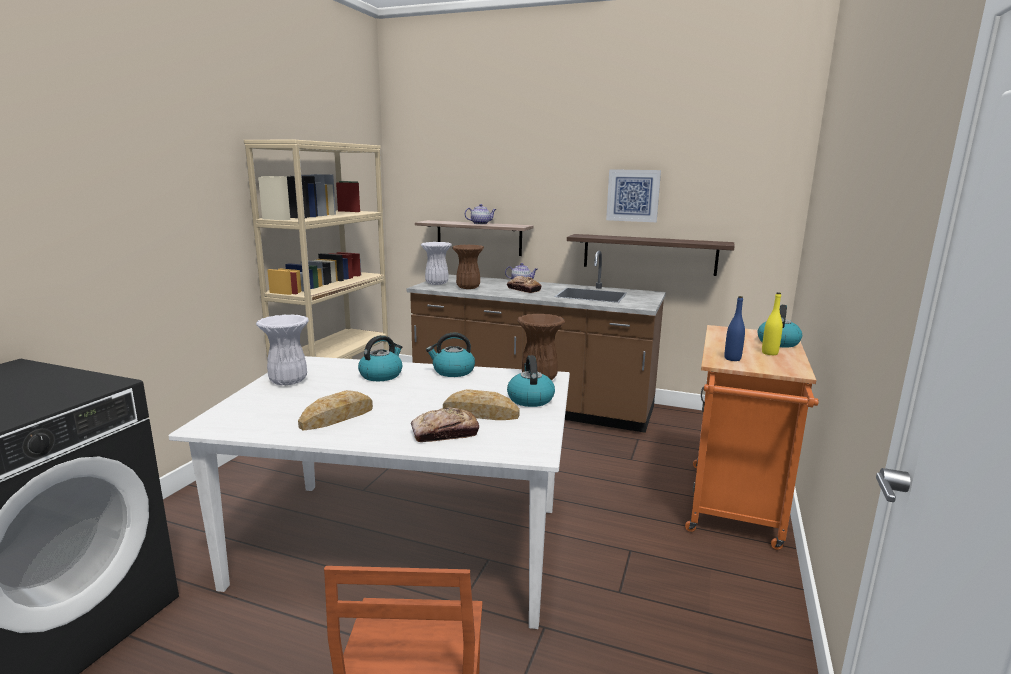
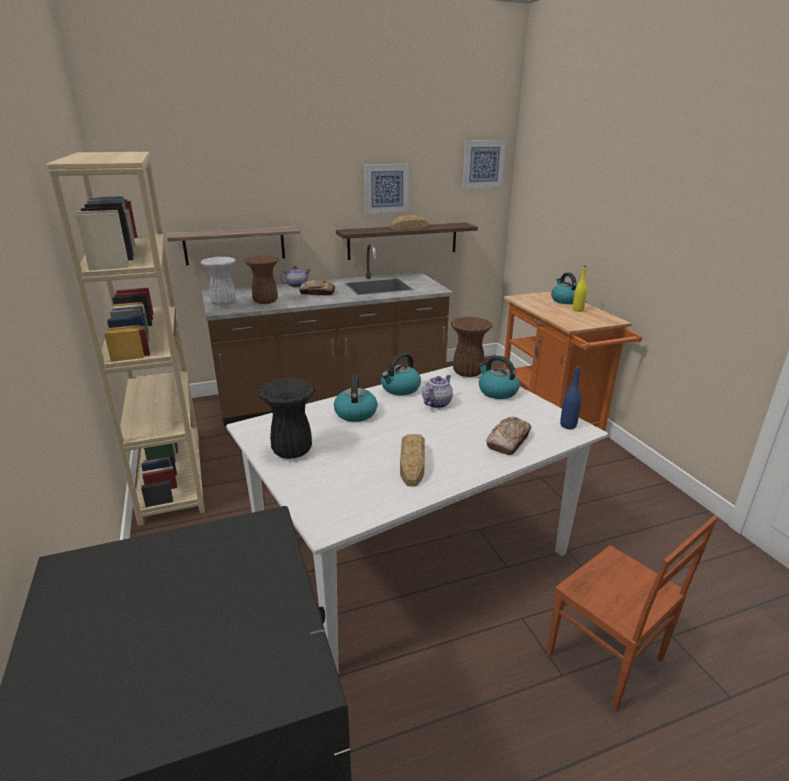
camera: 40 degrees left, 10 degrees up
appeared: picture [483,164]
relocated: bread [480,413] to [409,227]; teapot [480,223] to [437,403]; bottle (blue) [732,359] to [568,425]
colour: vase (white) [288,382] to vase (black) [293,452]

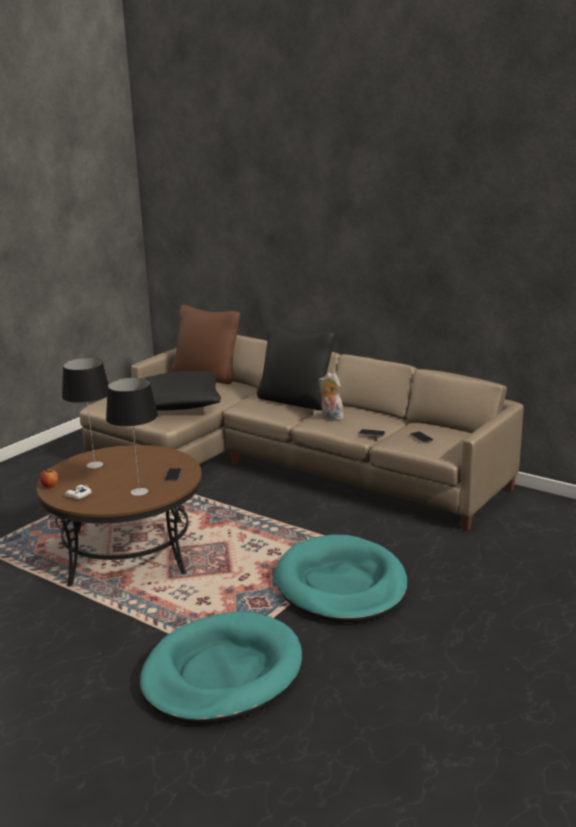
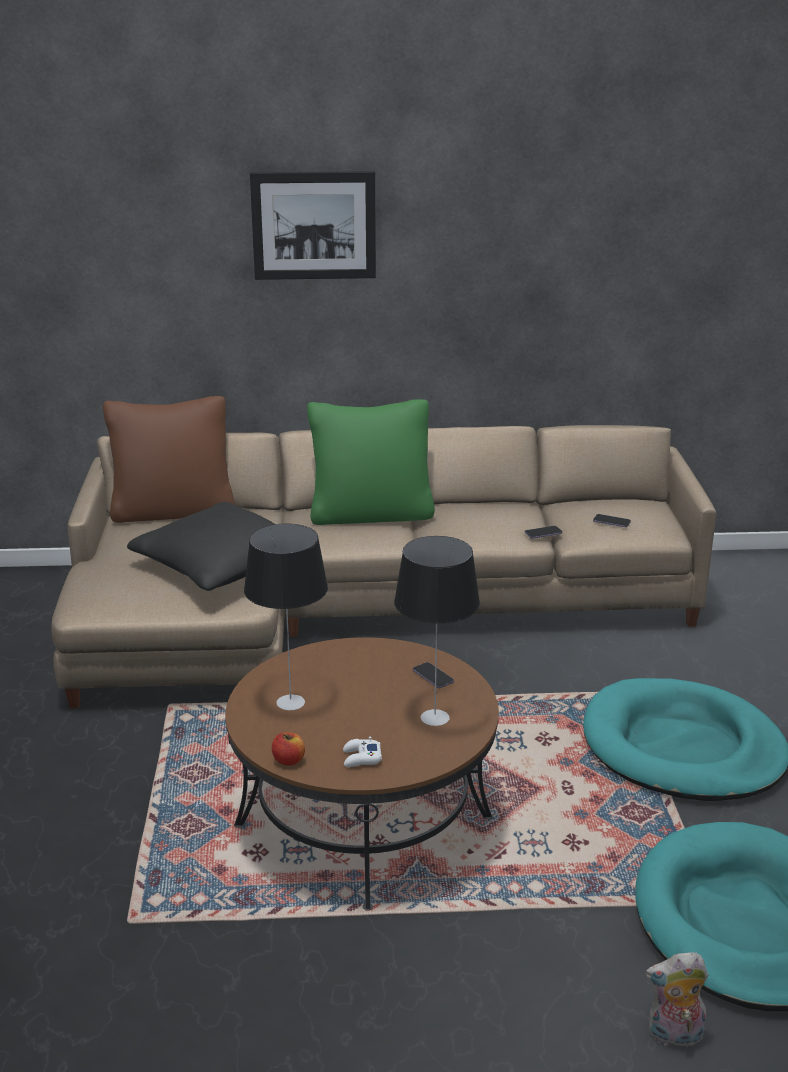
camera: 40 degrees left, 5 degrees up
appeared: picture [314,225]
relocated: plush toy [330,417] to [674,1036]
colour: pillow (black) [296,401] to pillow (green) [371,514]

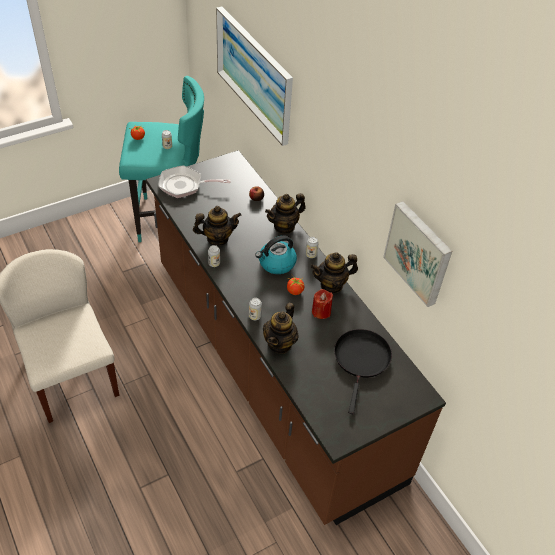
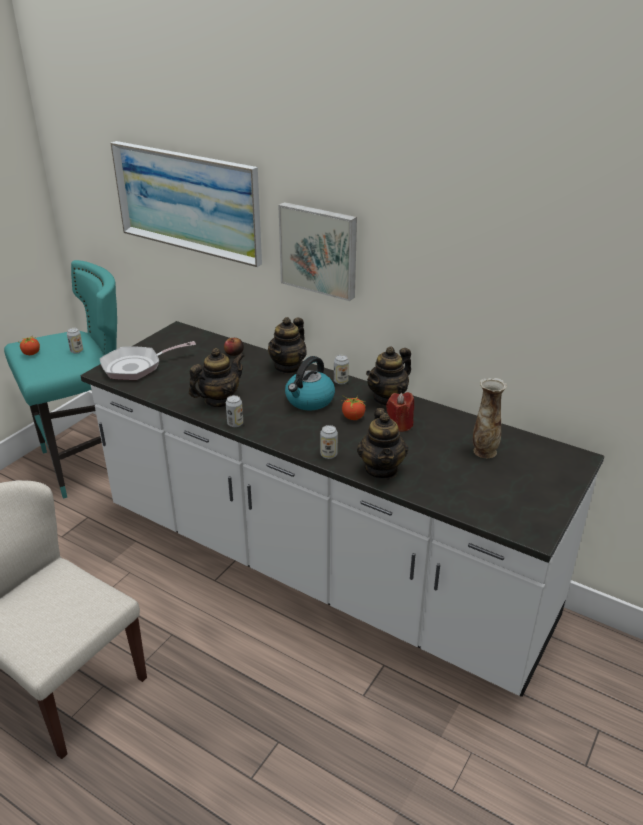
camera: 25 degrees left, 15 degrees down
relocated: picture [419,252] to [319,250]
exchanged: frying pan (black) [361,360] to vase [484,451]
colour: counter (brown) [271,368] to counter (white) [321,565]

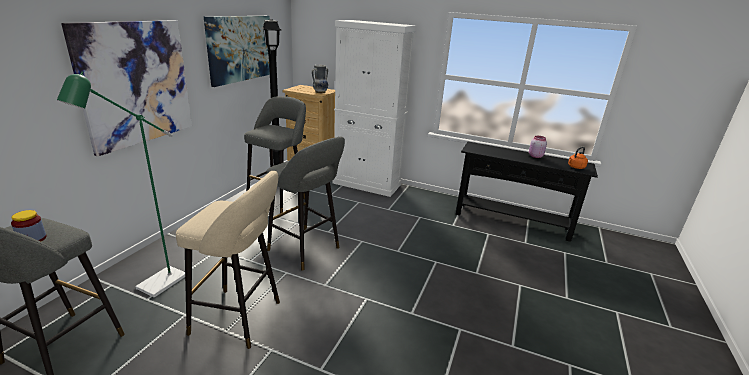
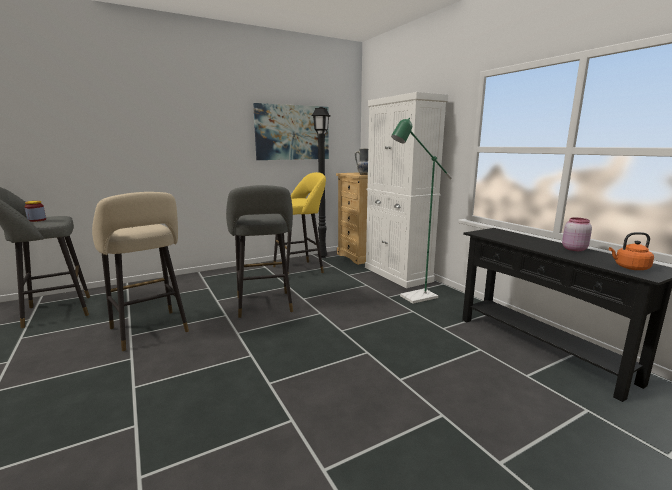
camera: 40 degrees right, 10 degrees down
missing: picture [136,83]
relocated: floor lamp (green) [155,286] to [413,298]
colour: stool (grey) [279,200] to stool (yellow) [301,269]

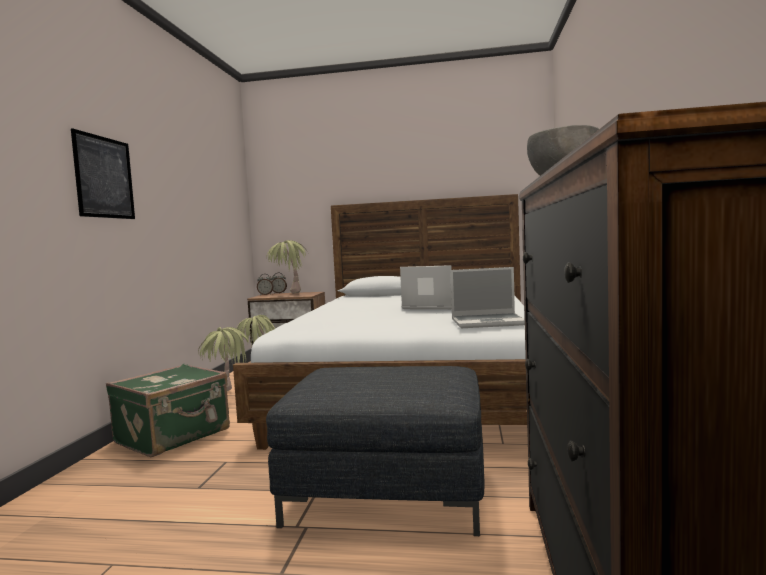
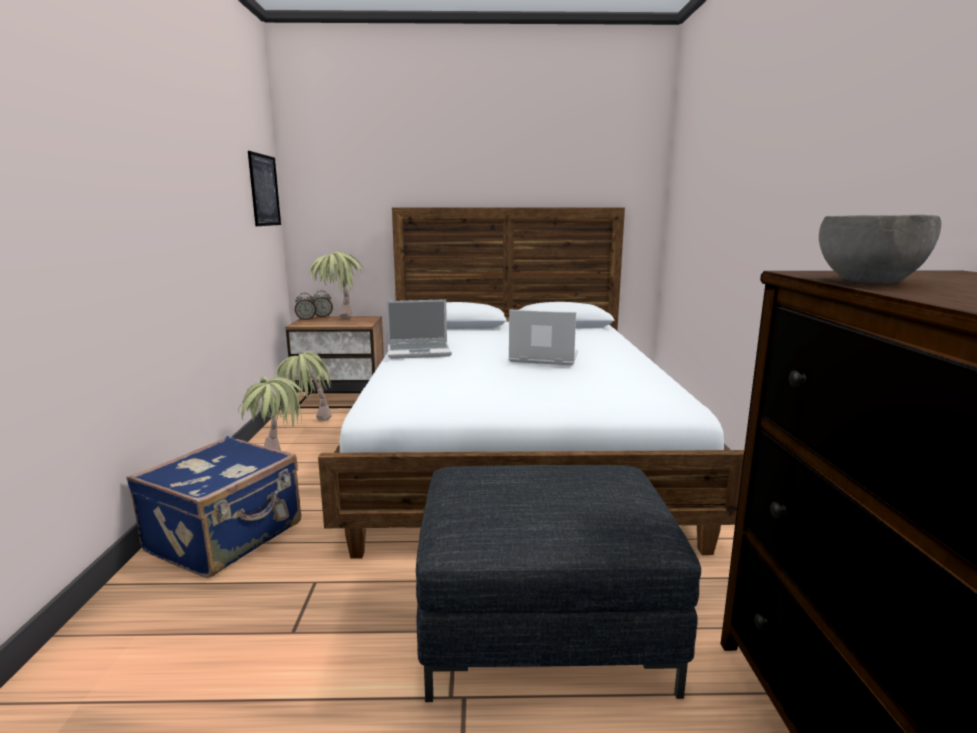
camera: 10 degrees left, 10 degrees up
relocated: picture [104,177] to [264,190]; laptop [488,322] to [419,352]
colour: suitcase (green) [174,436] to suitcase (blue) [227,537]

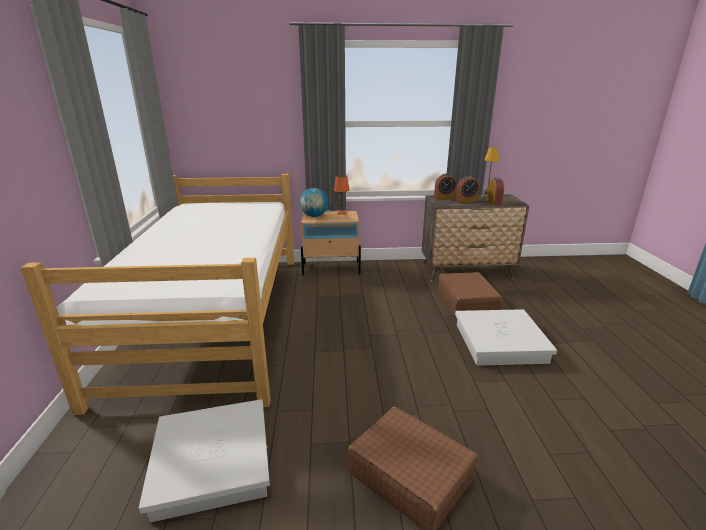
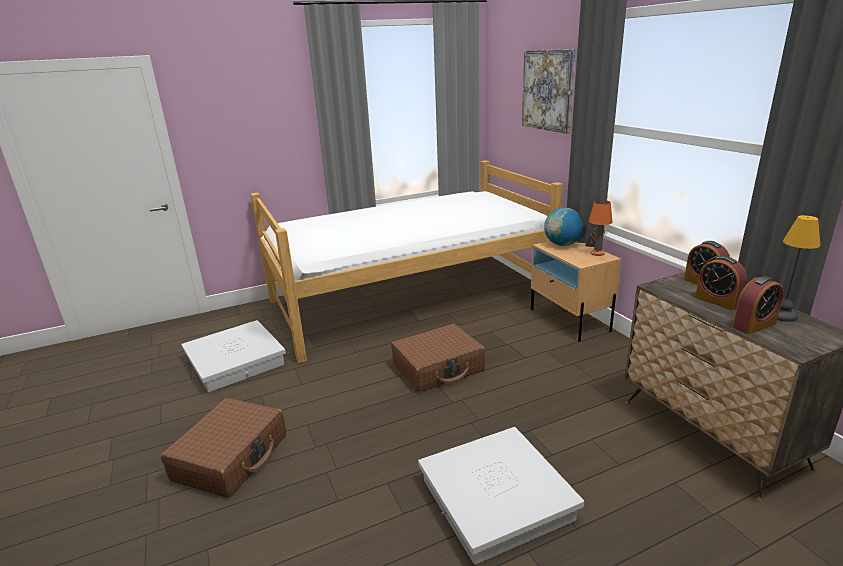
camera: 70 degrees right, 0 degrees up
appeared: picture [548,90]
relocated: suitcase (brown) [466,302] to [438,367]

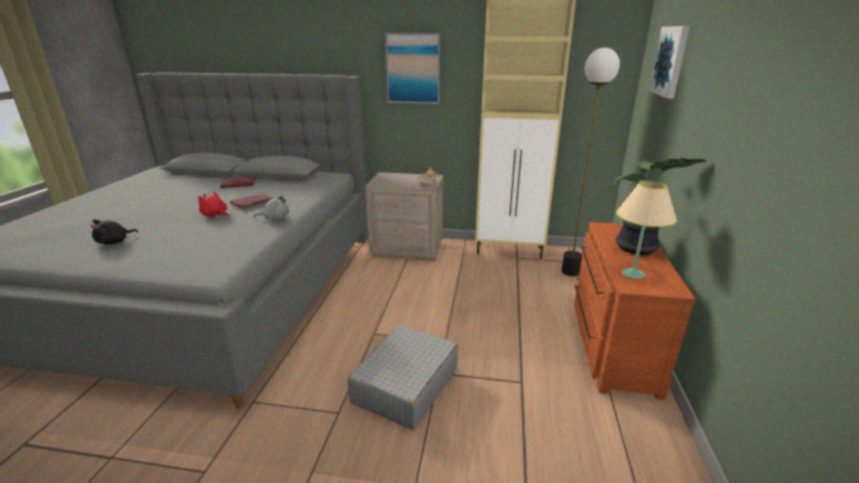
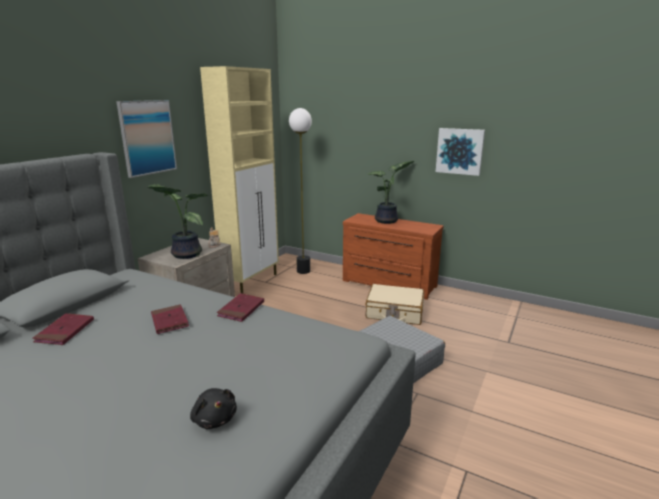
camera: 70 degrees left, 5 degrees down
missing: plush toy (red) [215,215]; table lamp (beige) [633,274]
appeared: potted plant [184,254]; suitcase (beige) [394,312]
relocated: picture [670,61] to [459,151]
exchanged: plush toy (grey) [275,218] to book (red) [241,309]

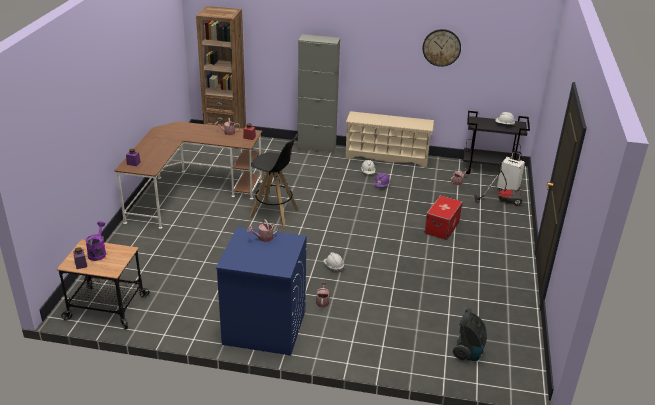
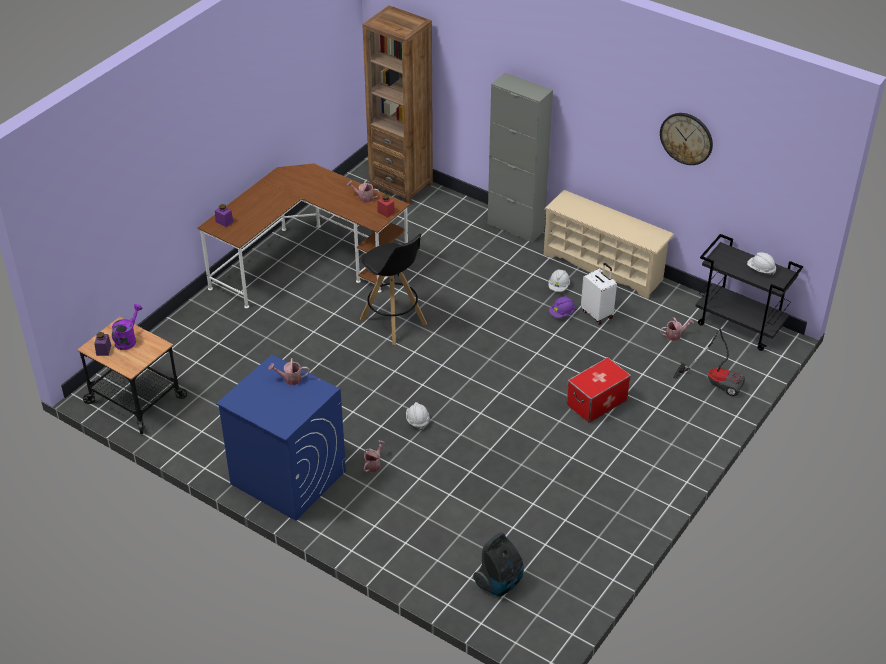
camera: 25 degrees right, 10 degrees up
relocated: suitcase (white) [508,189] to [597,314]

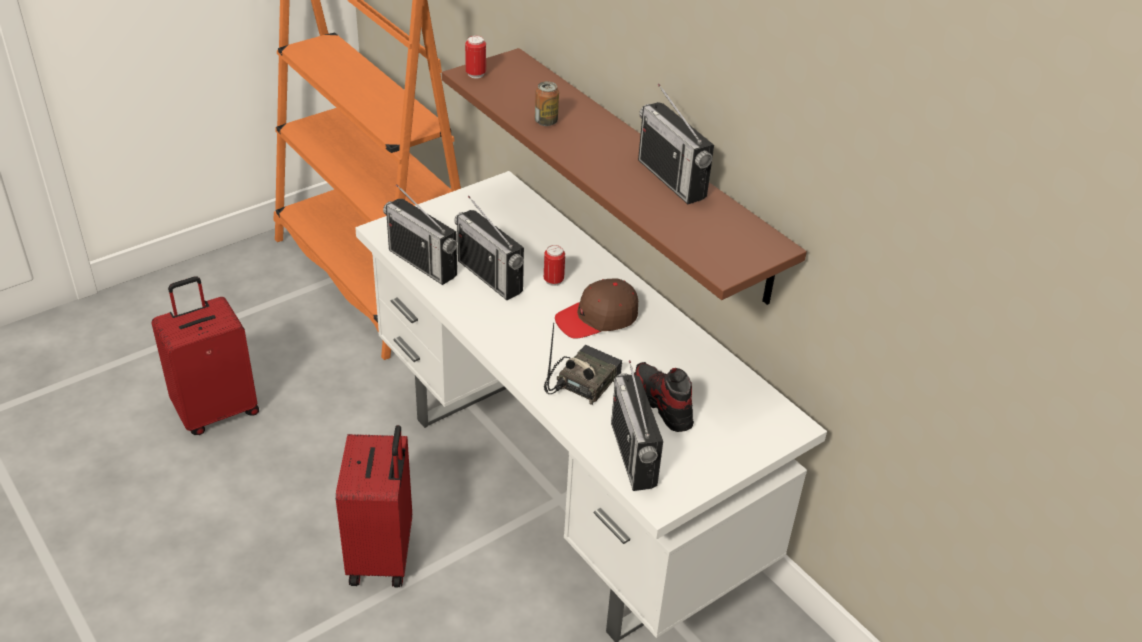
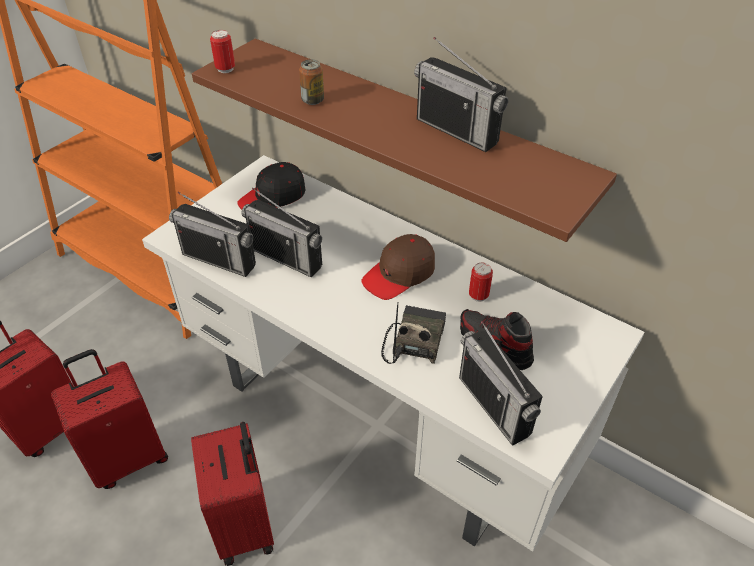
camera: 15 degrees left, 5 degrees up
appeared: suitcase (red) [128,458]; cap (black) [273,197]
relocated: can [553,281] to [478,295]

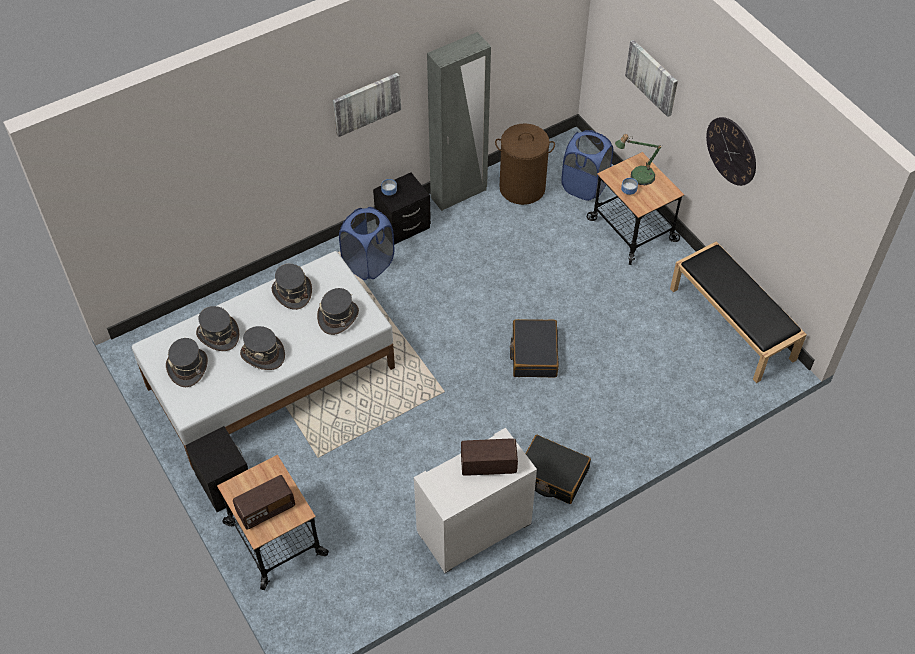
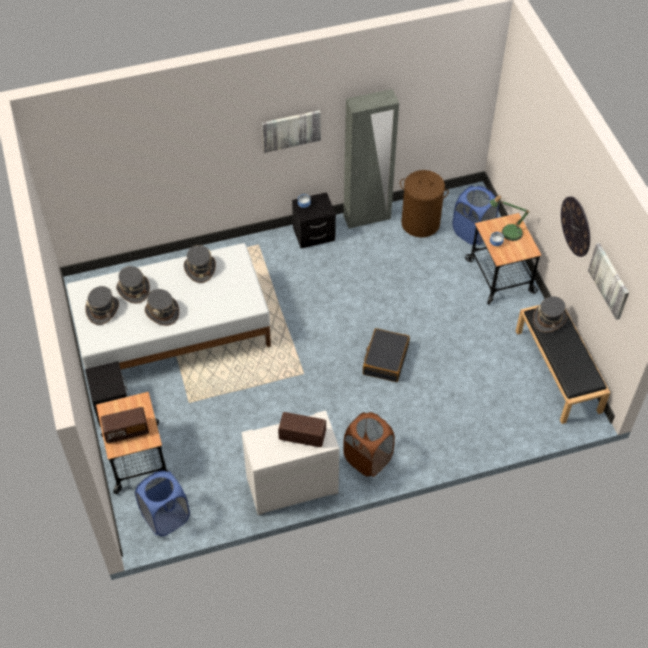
camera: 15 degrees right, 0 degrees up
relocated: laundry basket (blue) [368,264] to [166,517]; hat (grey) [338,317] to [549,319]; picture [652,77] to [609,280]
exchanged: suitcase (black) [552,475] to laundry basket (brown) [368,459]

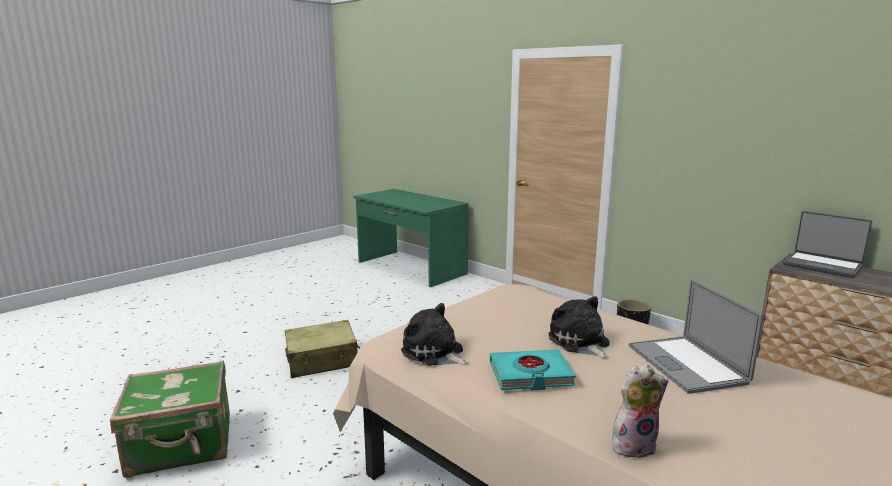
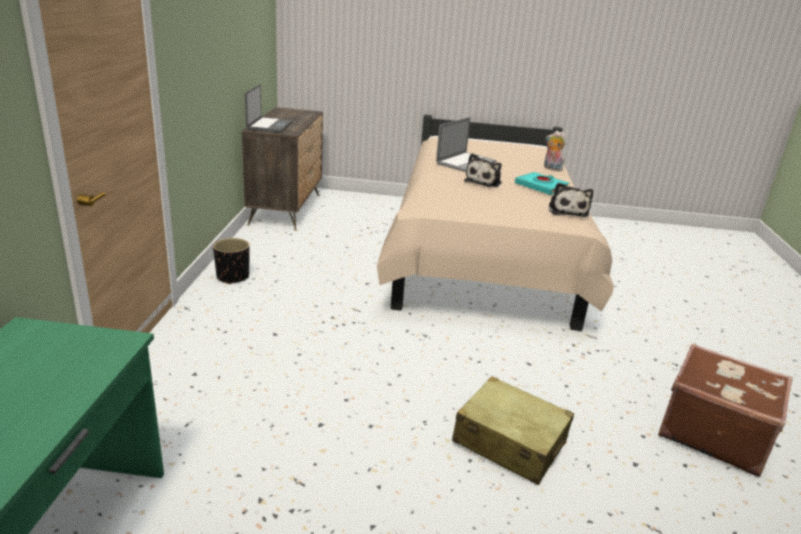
camera: 130 degrees left, 10 degrees up
colour: suitcase (green) [181,446] to suitcase (brown) [713,432]

